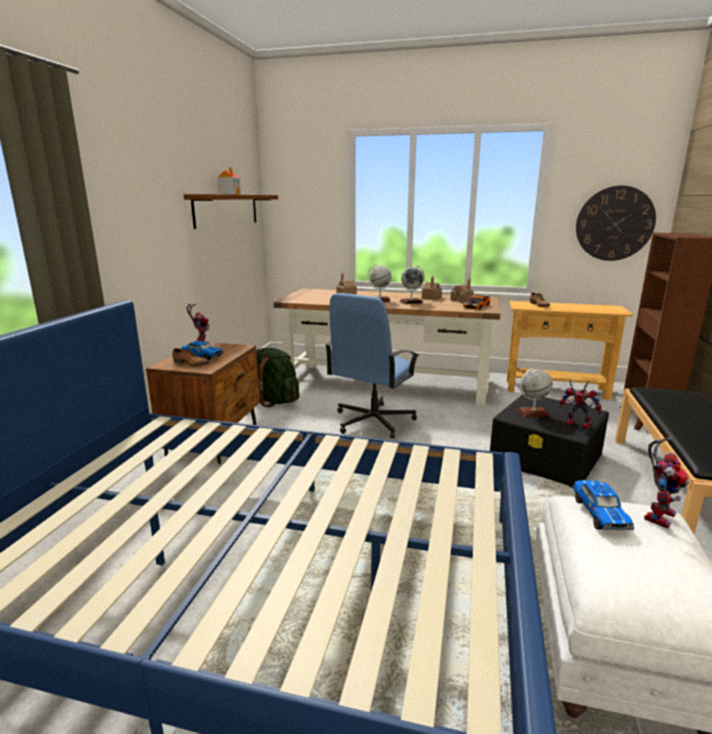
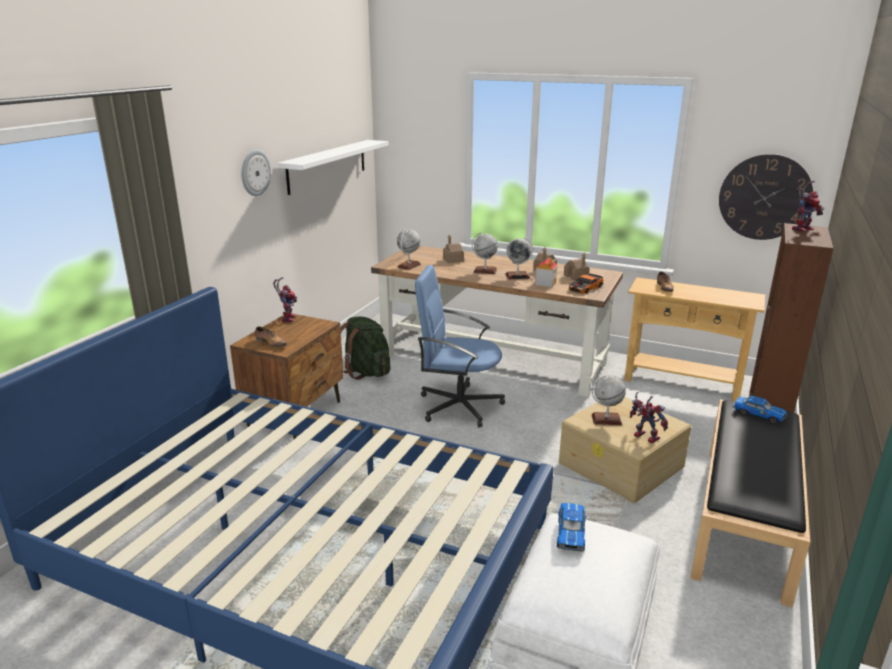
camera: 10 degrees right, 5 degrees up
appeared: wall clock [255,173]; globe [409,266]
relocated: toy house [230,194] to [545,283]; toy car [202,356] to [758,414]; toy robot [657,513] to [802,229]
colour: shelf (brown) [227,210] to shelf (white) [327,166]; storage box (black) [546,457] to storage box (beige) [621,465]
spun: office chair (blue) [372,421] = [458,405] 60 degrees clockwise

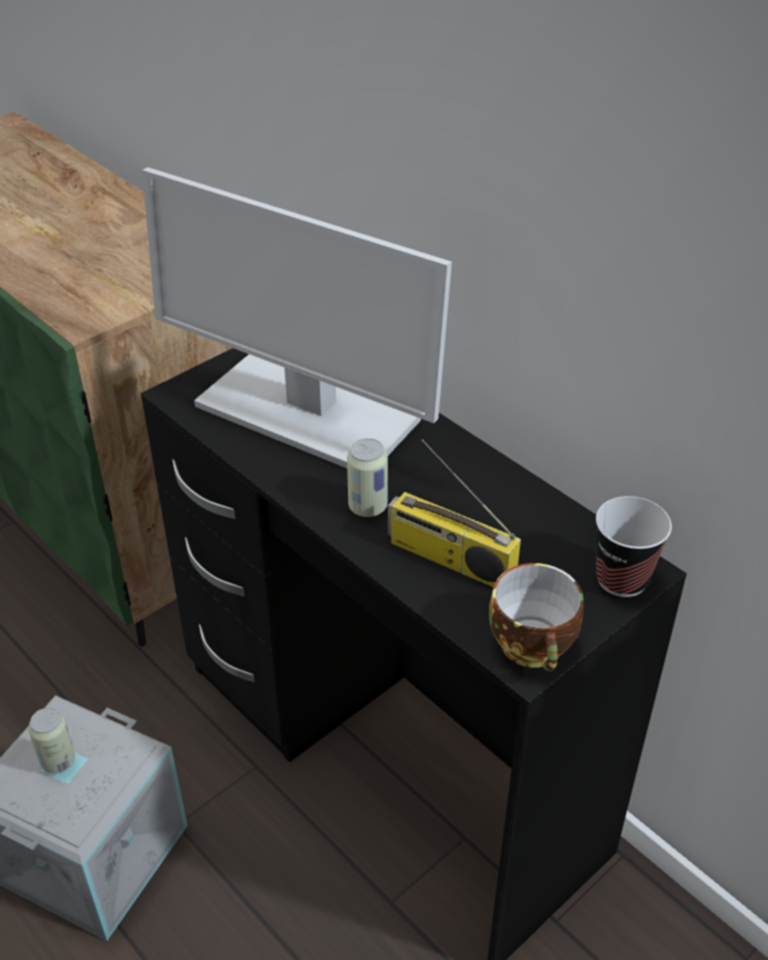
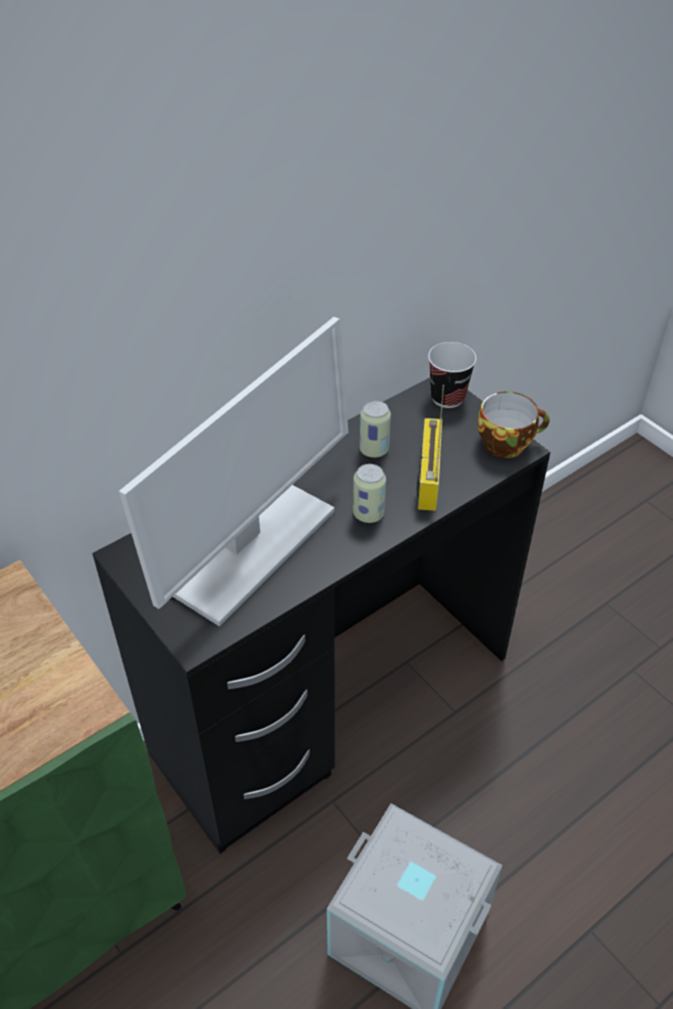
camera: 85 degrees left, 5 degrees up
relocated: can [58,760] to [374,450]
spun: radio [449,559] = [427,475] 150 degrees clockwise

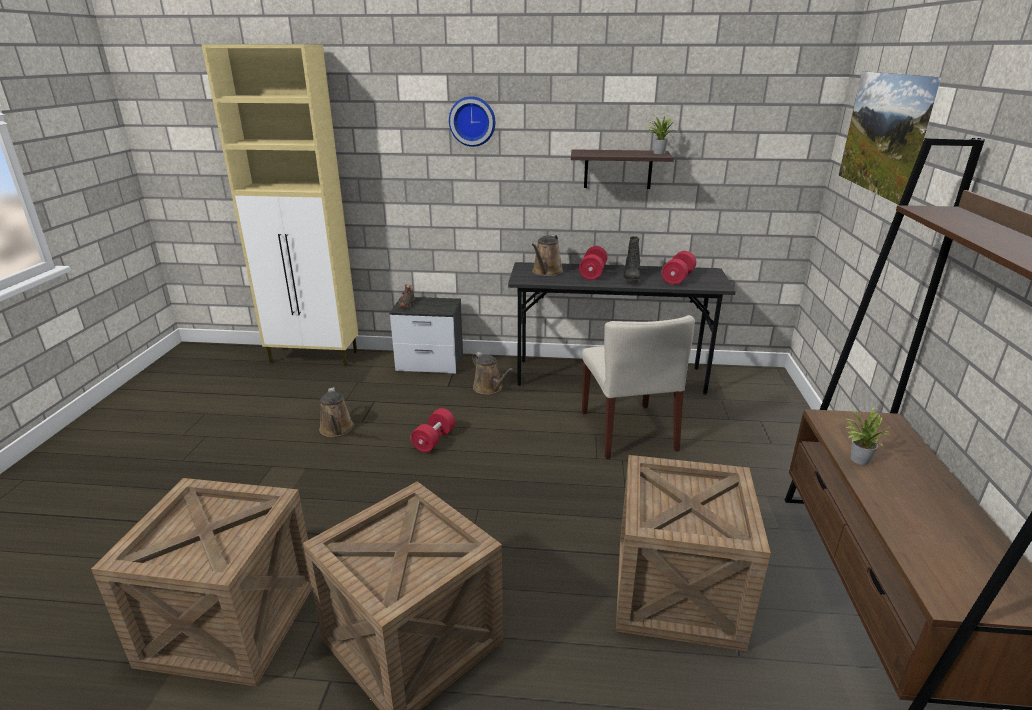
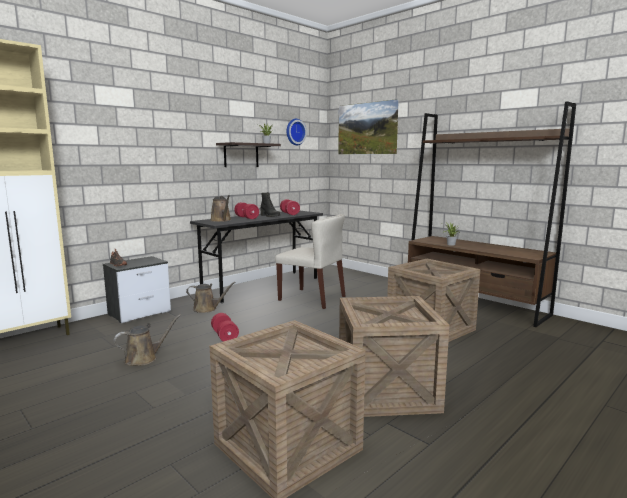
camera: 50 degrees left, 15 degrees down
relocated: wall clock [472,121] to [294,132]
spun: watering can (brown) [337,429] = [144,358] 60 degrees counterclockwise

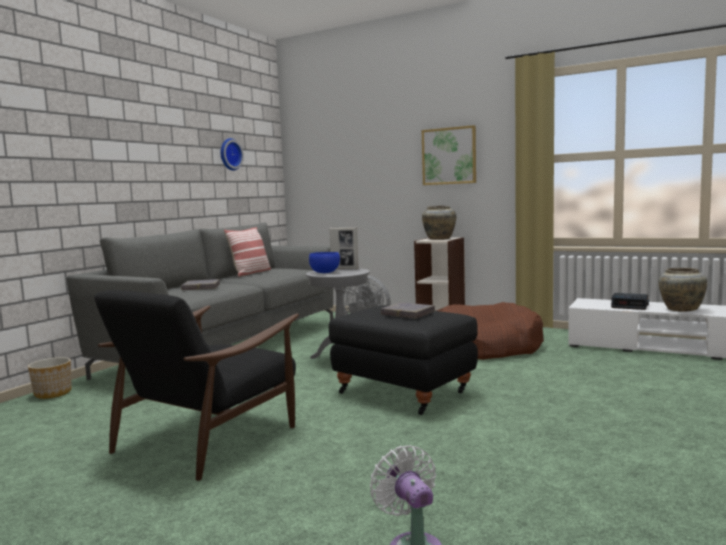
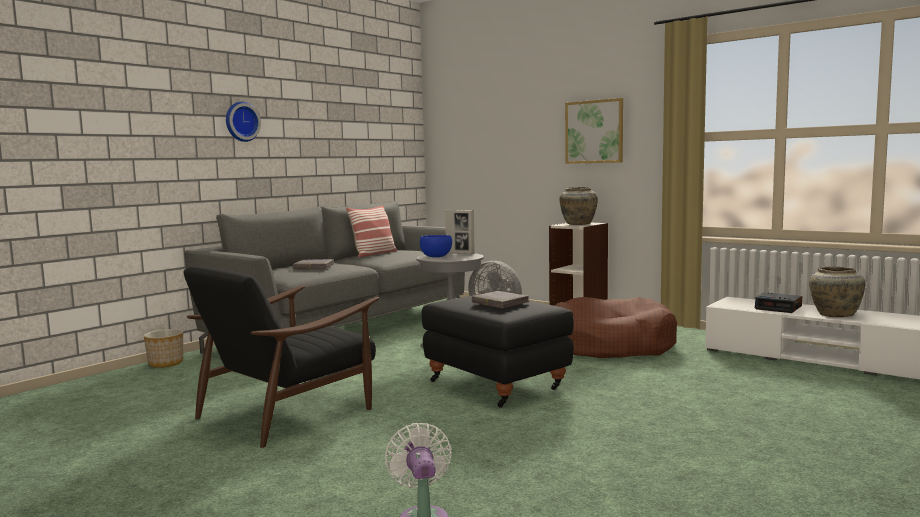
camera: 10 degrees right, 0 degrees up
relocated: wall clock [229,154] to [241,121]

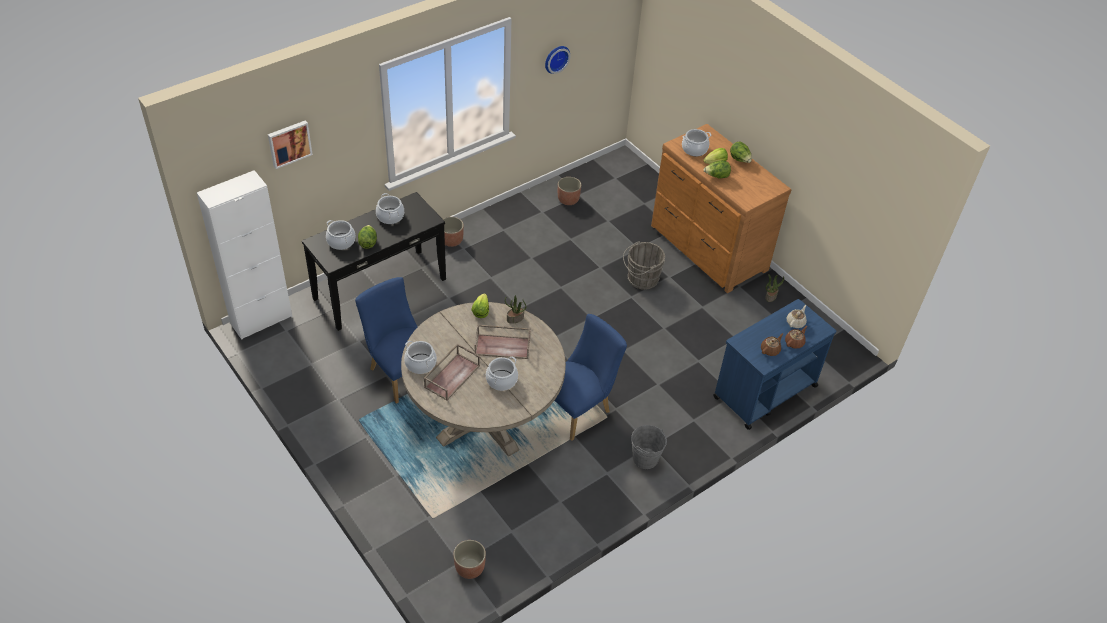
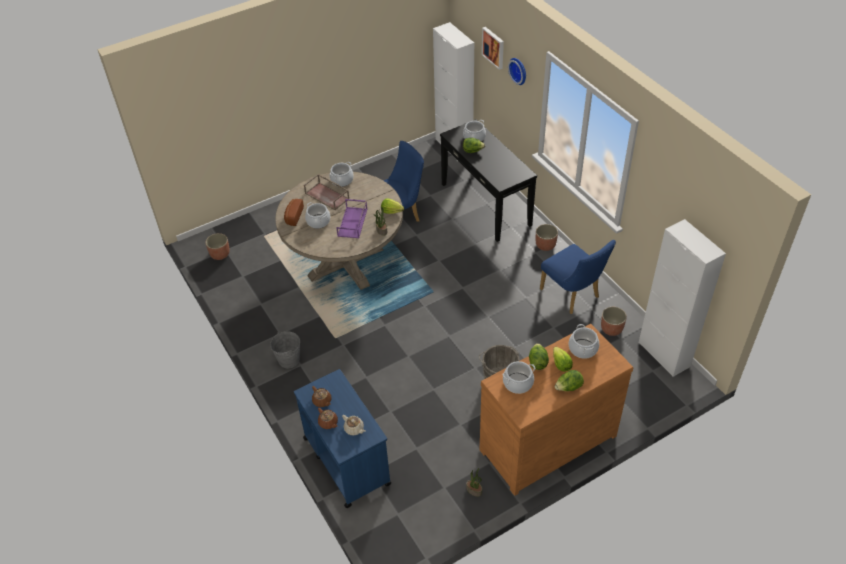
camera: 100 degrees right, 0 degrees up
appeared: bread [293,216]; cabinet (white) [664,354]
relocated: cooking pot [390,216] to [518,383]; wall clock [555,58] to [519,70]; chair (blue) [578,409] to [572,295]
colour: tray (brown) [503,346] to tray (purple) [353,223]

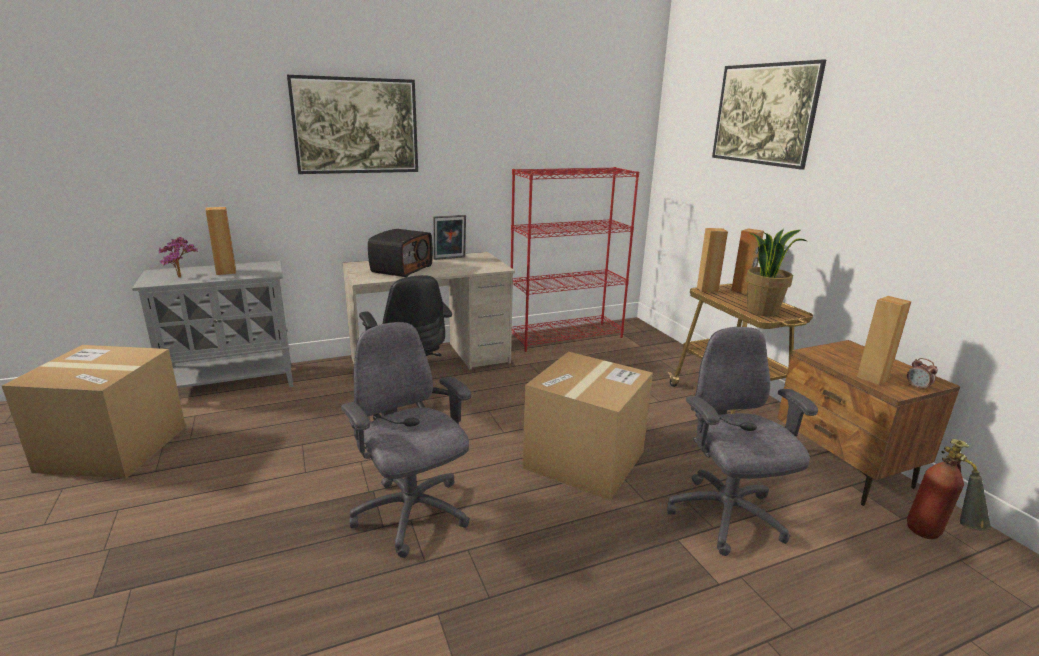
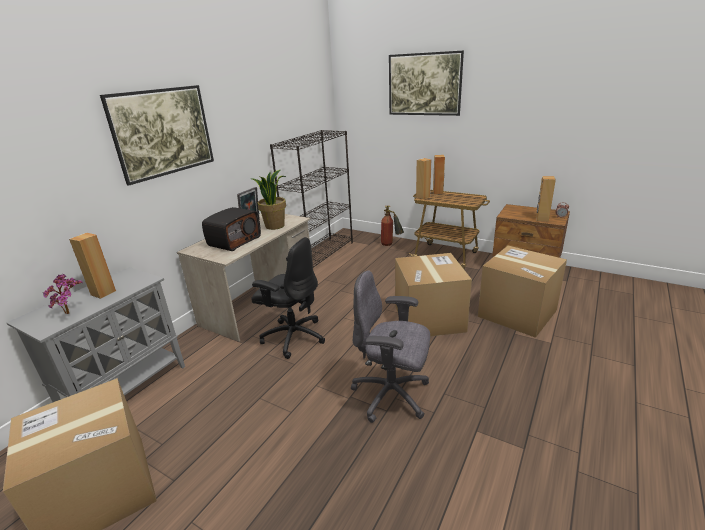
camera: 35 degrees left, 5 degrees up
relocated: potted plant [762,311] to [275,226]; fire extinguisher [935,539] to [391,245]
exchanged: office chair (grey) [726,517] to cardboard box [517,313]
colour: bookcase (red) [566,336] to bookcase (black) [321,254]
spun: radio [401,269] = [234,241] 45 degrees clockwise

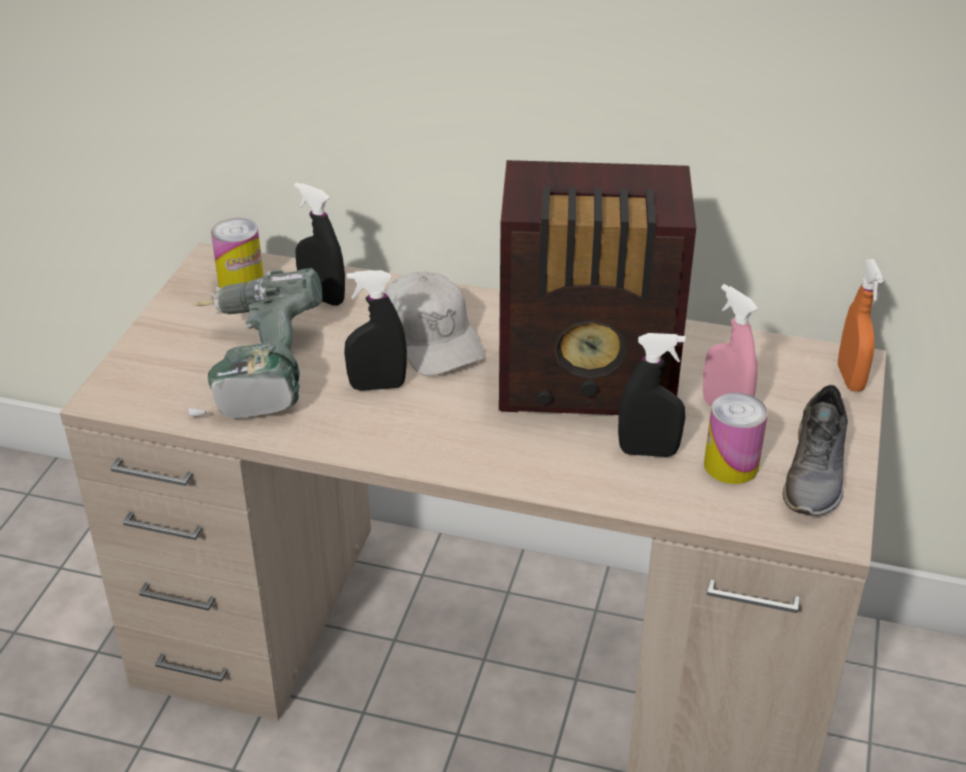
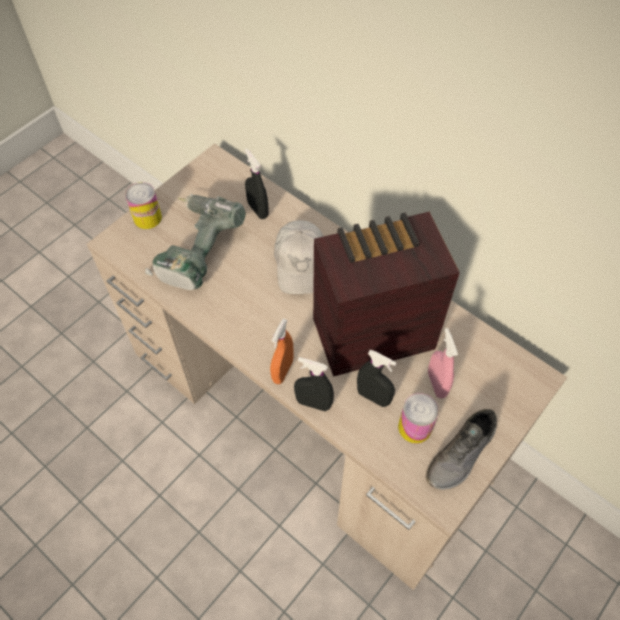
camera: 25 degrees right, 20 degrees up
relocated: can [241,281] to [147,218]; spray bottle (orange) [850,378] to [282,371]; spray bottle (black) [377,386] to [313,403]
spun: radio [590,384] = [370,333] 135 degrees clockwise

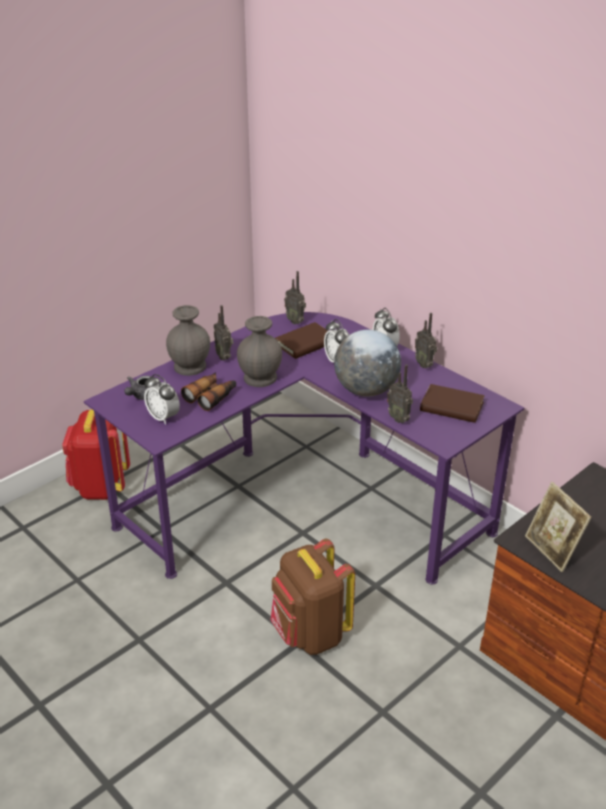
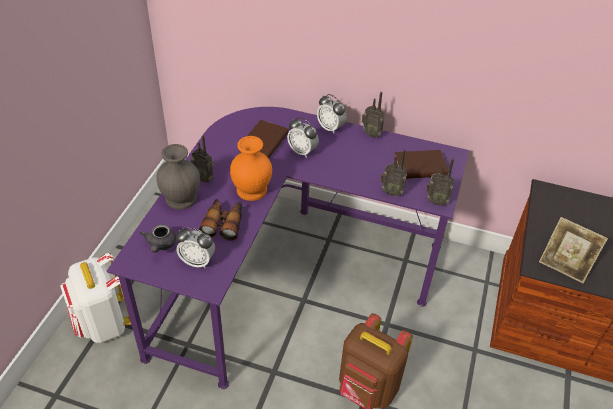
camera: 30 degrees left, 10 degrees up
missing: globe [366,390]
relocated: radio [295,321] to [436,201]
colour: backpack (red) [100,487] to backpack (white) [103,324]; vase (grey) [261,377] to vase (orange) [252,189]

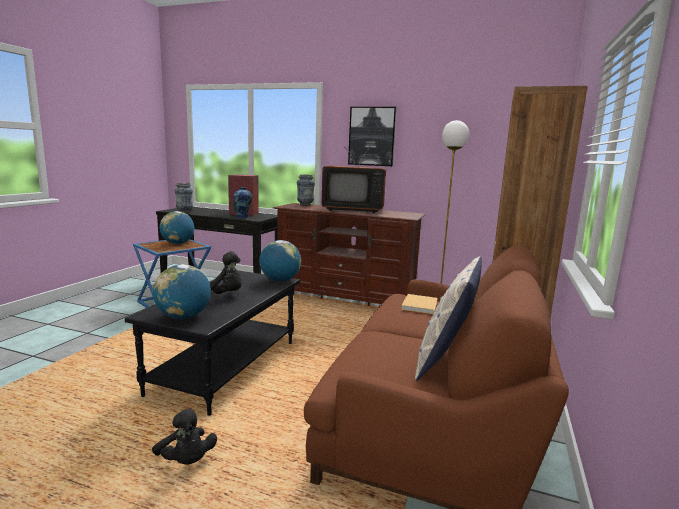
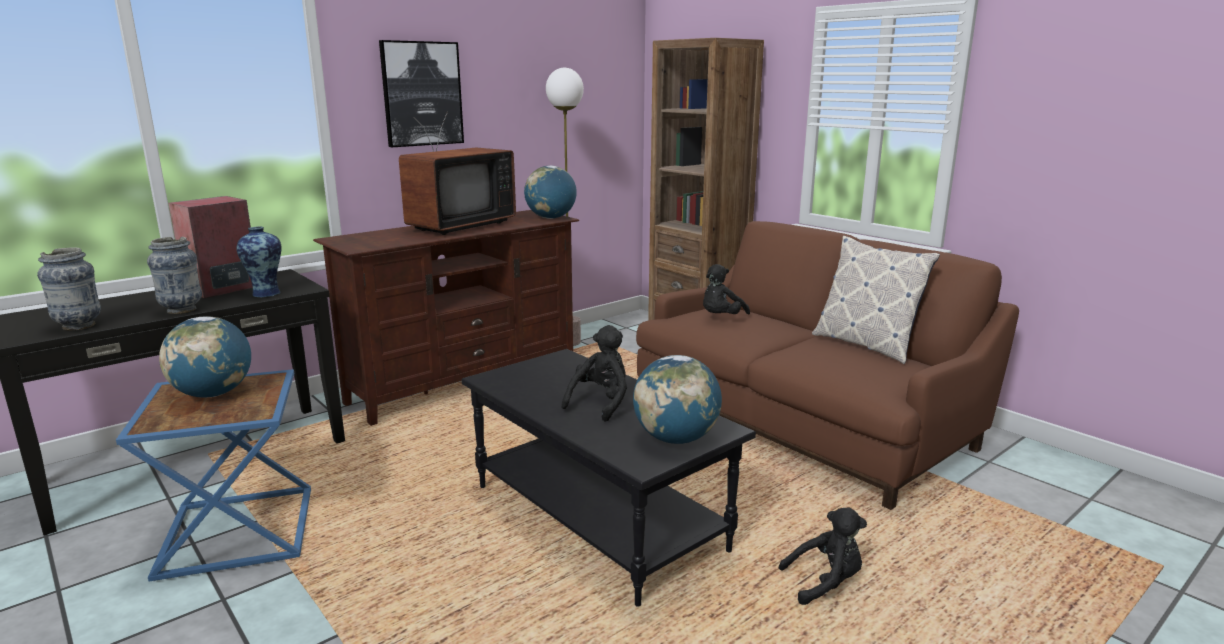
camera: 60 degrees left, 5 degrees up
relocated: vase [305,205] to [181,310]; globe [280,280] to [551,218]
exchanged: book (beige) [419,305] to plush toy (black) [721,318]

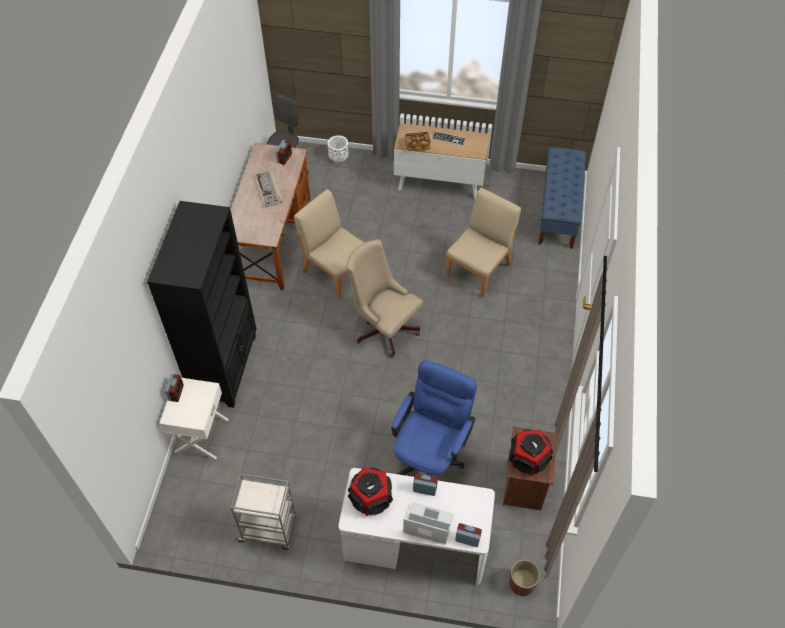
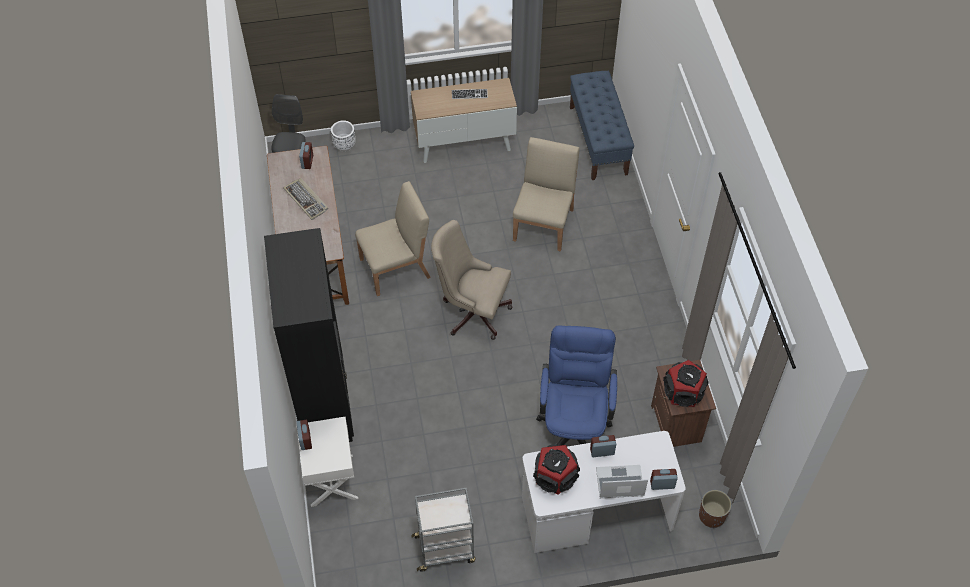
camera: 20 degrees left, 0 degrees up
missing: book [417,145]
spun: chair (beige) [335,271] = [396,268] 135 degrees clockwise

